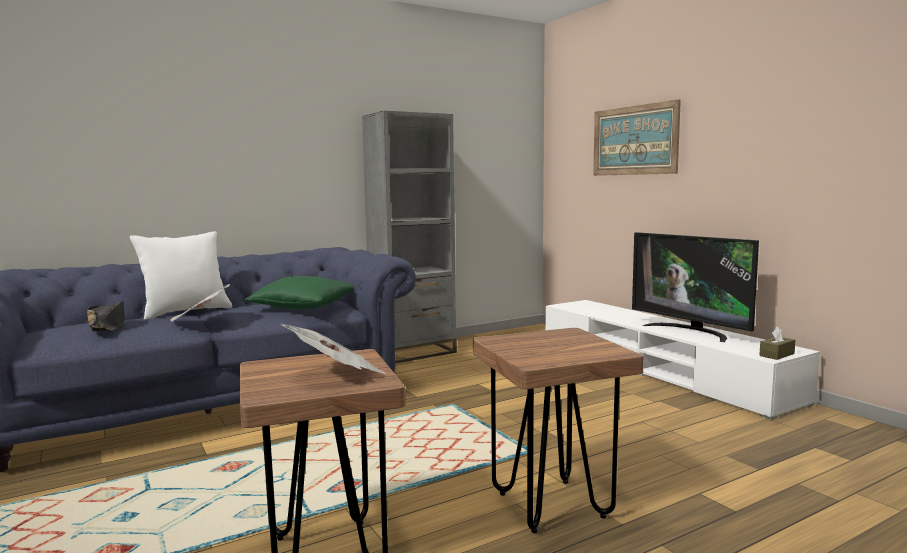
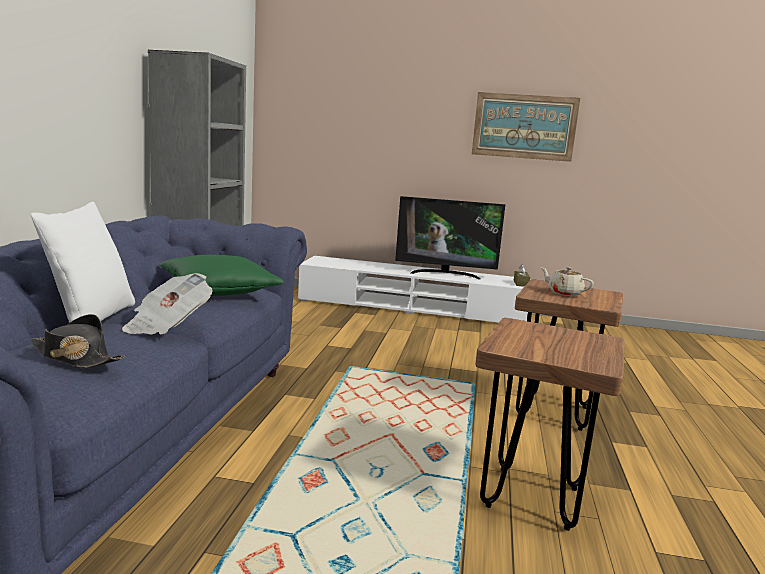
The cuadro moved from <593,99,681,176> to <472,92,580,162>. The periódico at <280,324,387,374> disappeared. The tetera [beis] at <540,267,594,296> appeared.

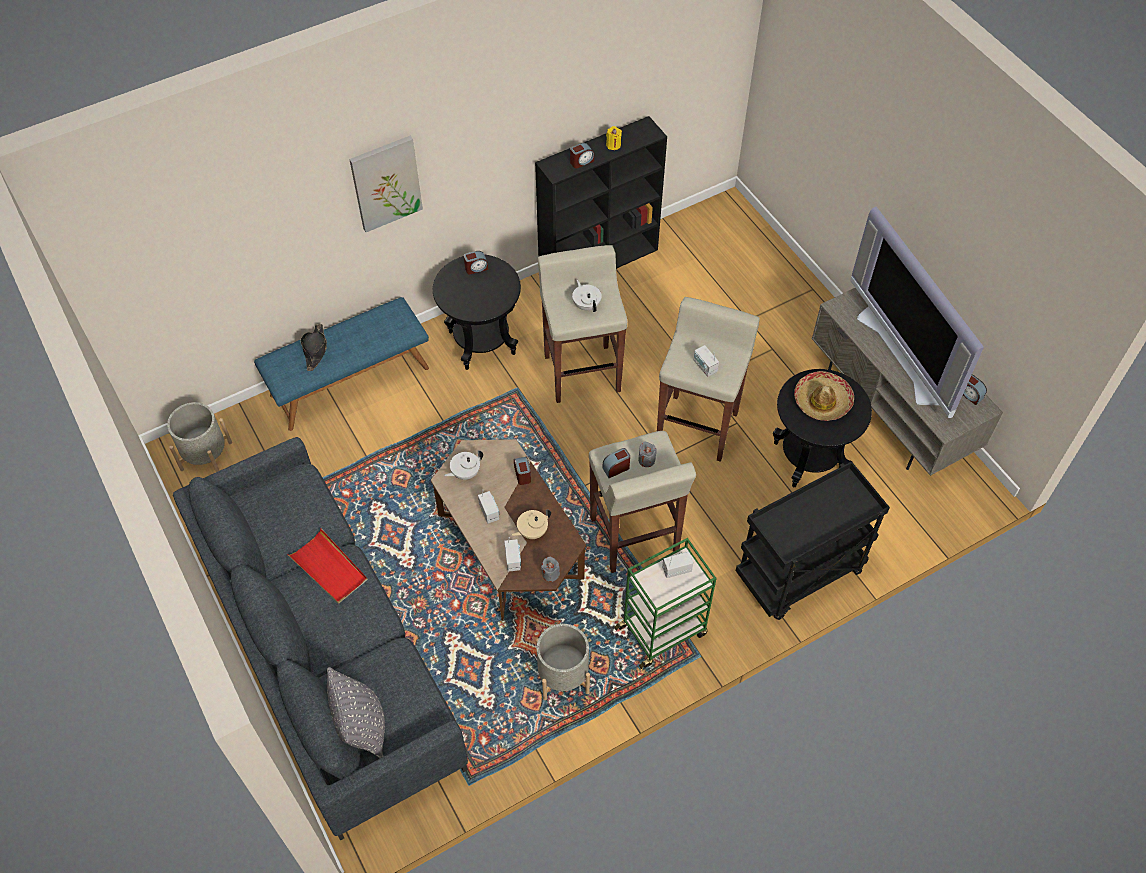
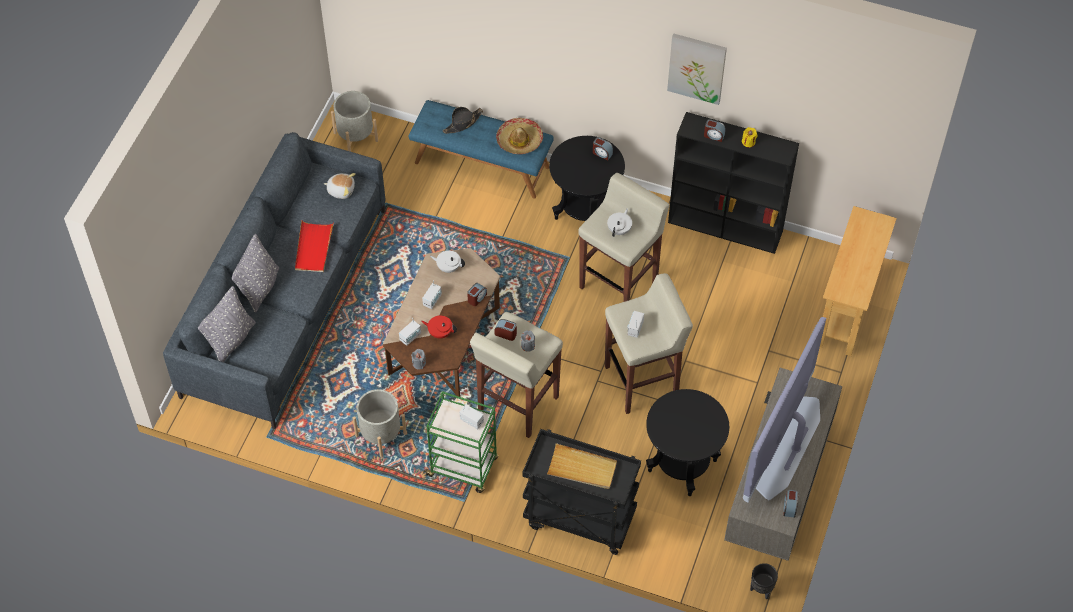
The cuadro moved from <349,136,423,232> to <667,33,727,105>. The sombrero moved from <794,371,854,421> to <496,118,543,154>. The tetera [beis] at <511,509,551,539> became the tetera [rojo] at <421,315,457,339>. The peluche at <324,173,356,199> appeared. The mesa consola [beis] at <820,206,897,356> appeared. The cojín [gris] at <232,234,279,313> appeared. The bandeja [beis] at <547,443,617,489> appeared. The maceta [negro] at <750,563,778,599> appeared.

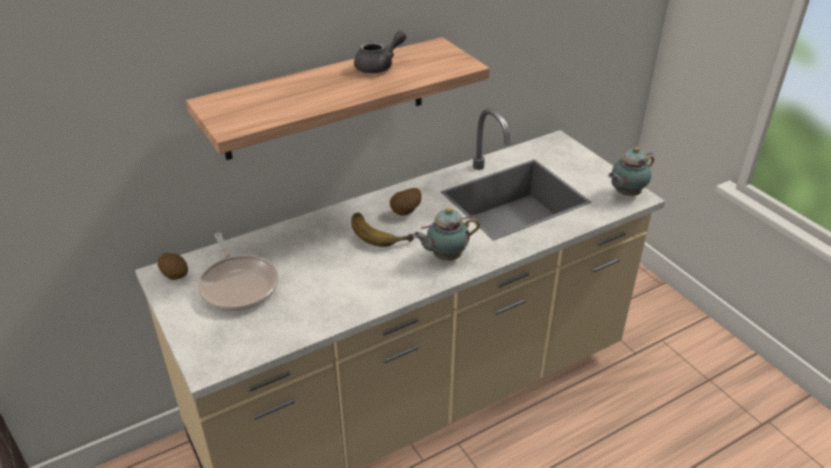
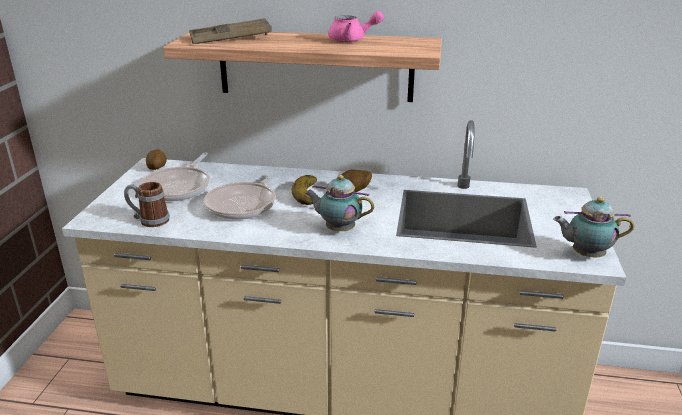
The tetera [gris] at <354,30,406,73> became the tetera [rosa] at <328,11,384,42>. The bandeja [marrón] at <189,18,272,44> appeared. The sartén at <204,169,285,220> appeared. The taza grande at <124,182,170,227> appeared.

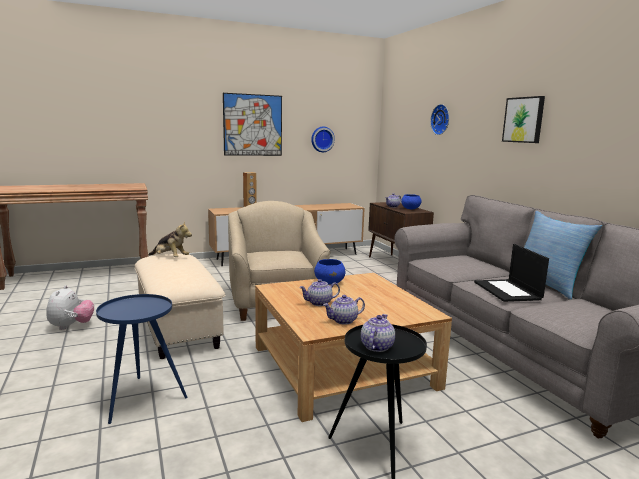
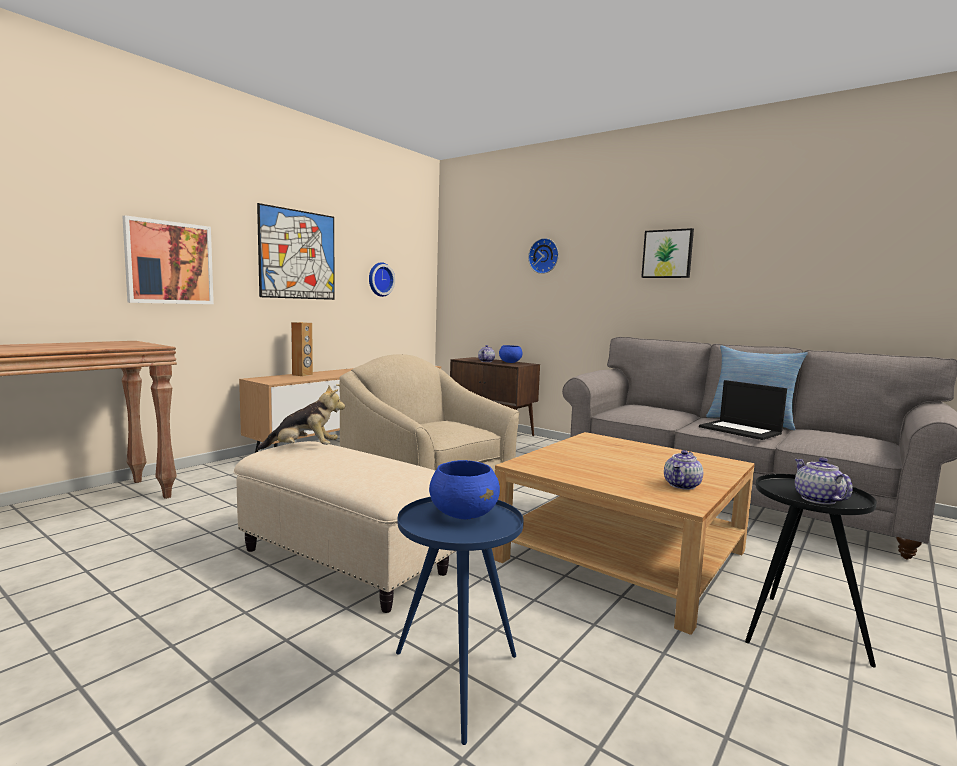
The cuenco [azul] moved from <314,259,345,285> to <429,460,500,519>. The tetera at <299,279,340,306> disappeared. The peluche at <47,285,94,330> disappeared. The cuadro at <122,215,214,304> appeared.

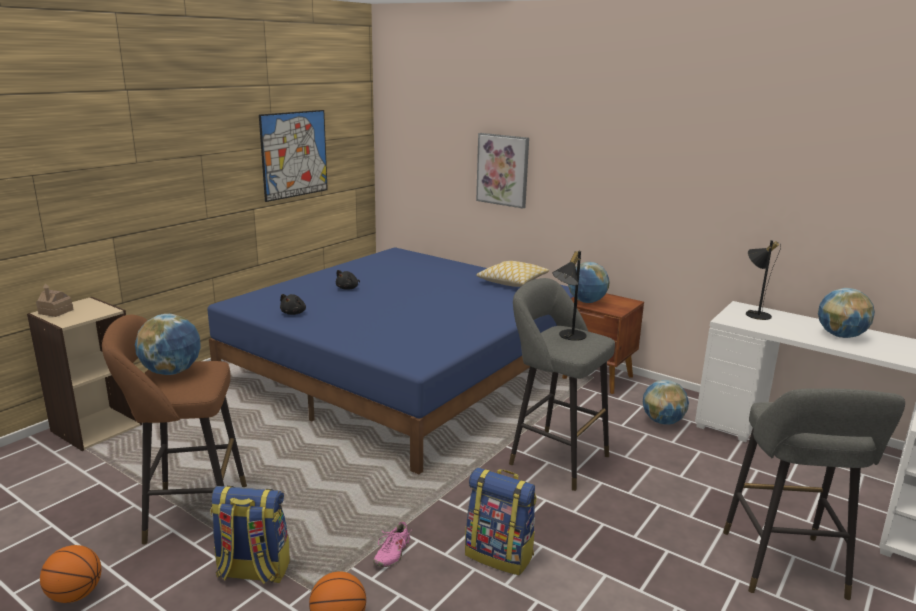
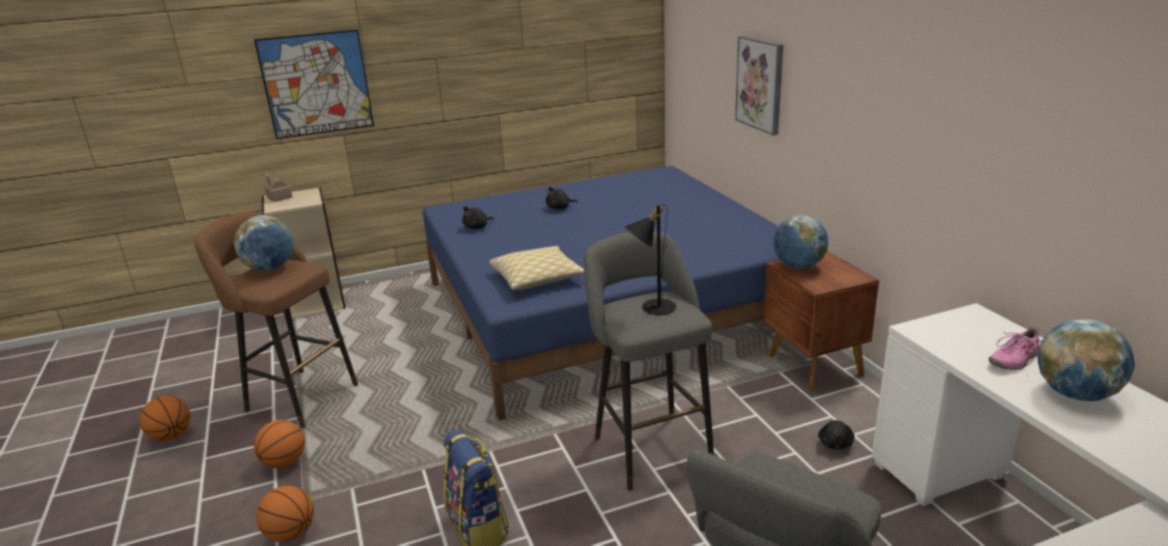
The cuadro moved from <259,110,328,202> to <254,30,374,139>. The lámpara de mesa [negro] at <746,240,781,320> disappeared. The cojín moved from <476,261,549,287> to <489,246,584,290>. The globo terráqueo at <643,380,689,424> was replaced by the peluche [negro] at <818,420,854,449>. The mochila at <210,486,290,584> was replaced by the balón de baloncesto at <254,420,305,468>. The zapato [rosa] moved from <373,521,413,567> to <988,327,1042,370>.

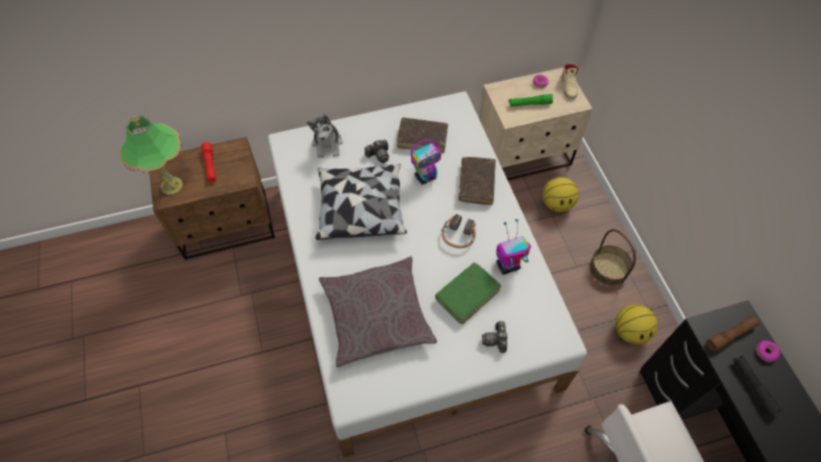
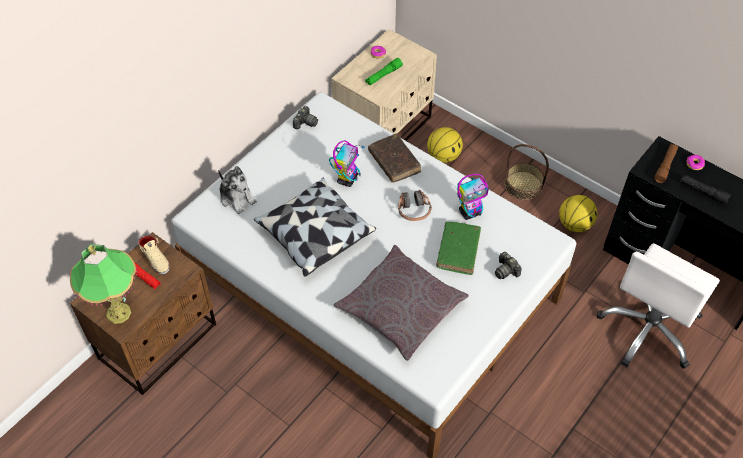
The zapato [beis] moved from <562,64,580,99> to <138,235,170,275>. The libro [marrón] at <397,117,448,153> disappeared. The cámara moved from <365,140,389,163> to <293,106,318,129>. The robot de juguete at <496,219,531,275> turned 150 degrees counterclockwise.

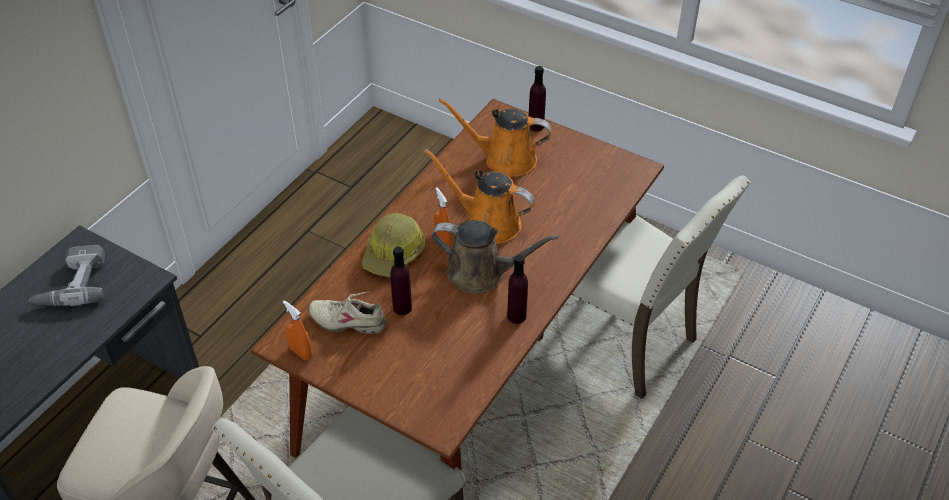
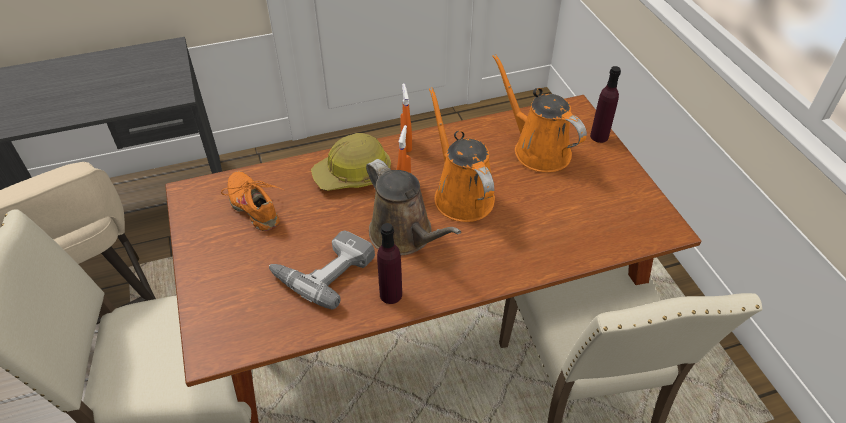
The taladro moved from <29,245,105,306> to <269,230,375,309>. The botella [morado] at <390,246,412,315> disappeared. The zapato [beis] at <308,292,386,334> became the zapato [naranja] at <221,171,284,231>. The pulverizador [naranja] moved from <283,300,312,360> to <400,83,412,152>.

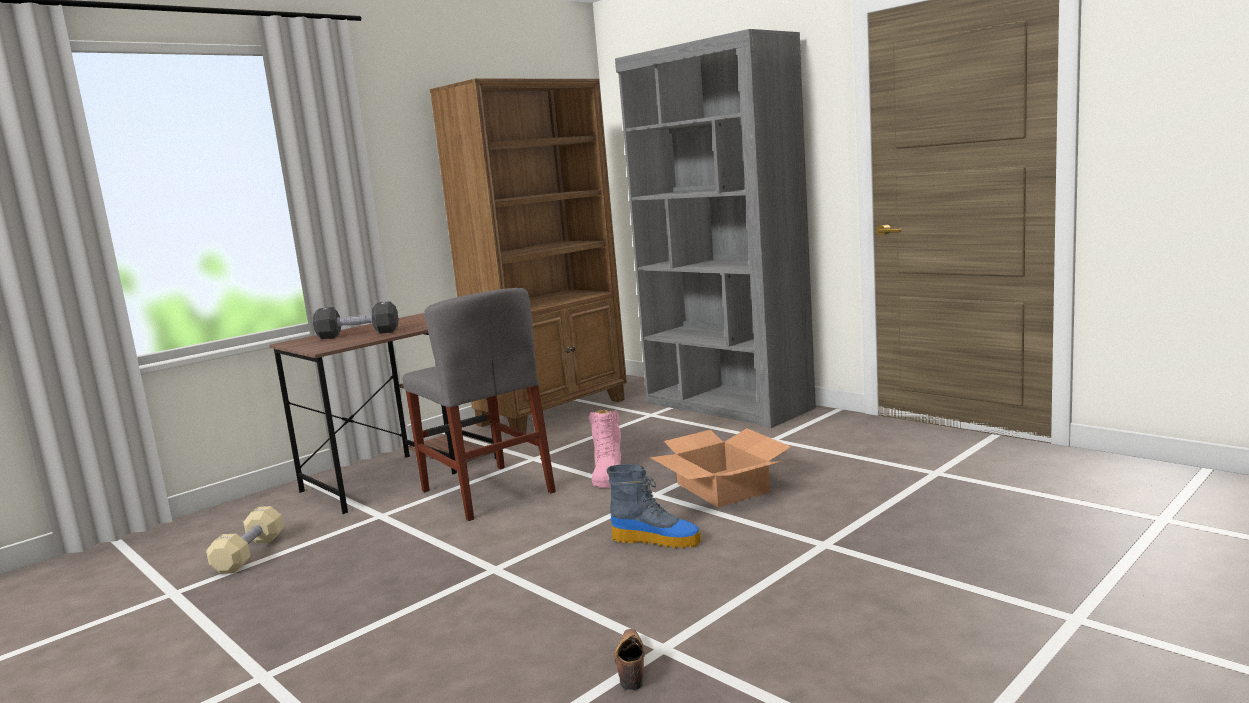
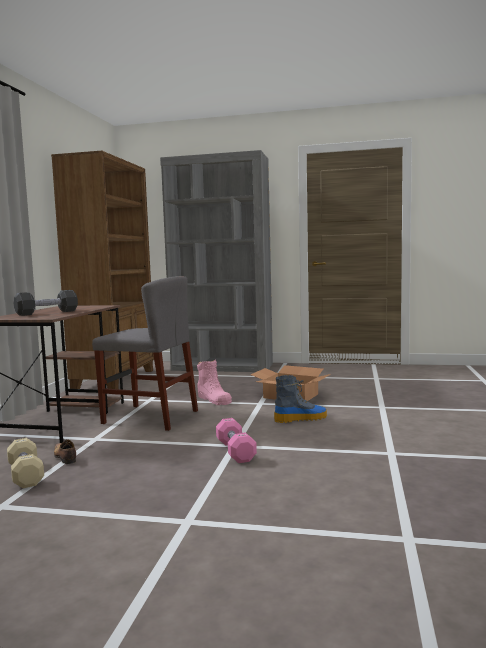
The zapato moved from <614,629,645,690> to <54,440,76,464>. The mancuerna [rosa] at <216,418,257,463> appeared.

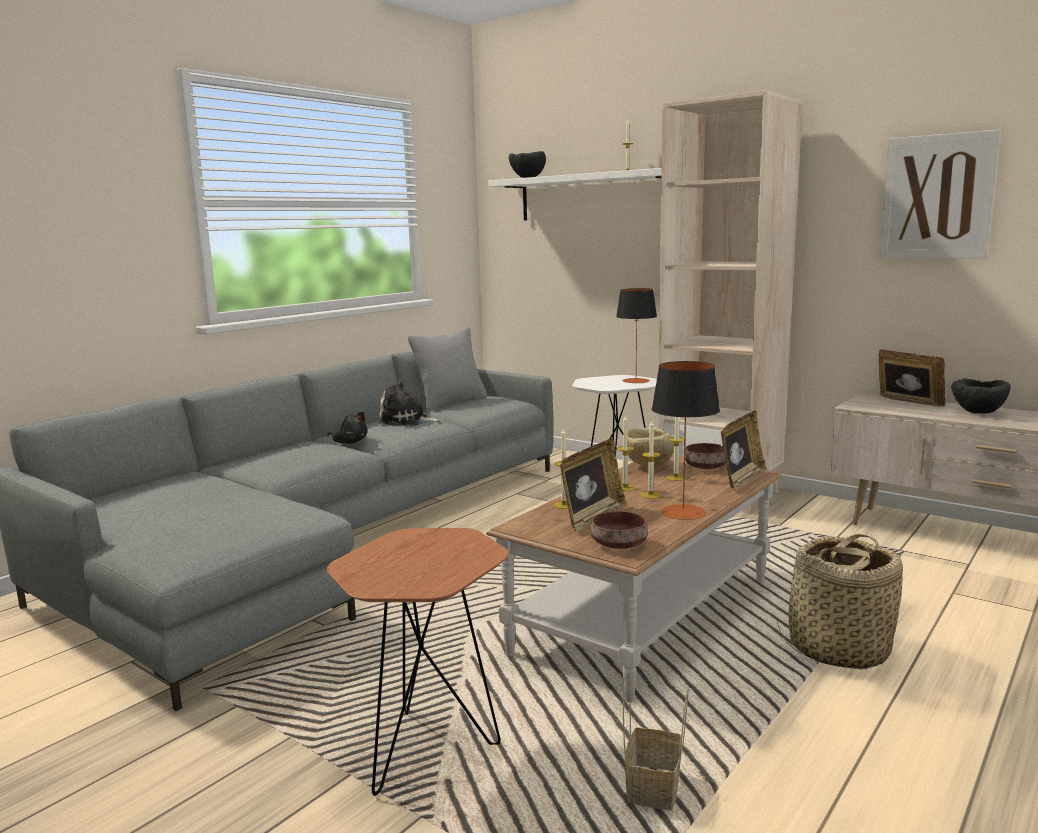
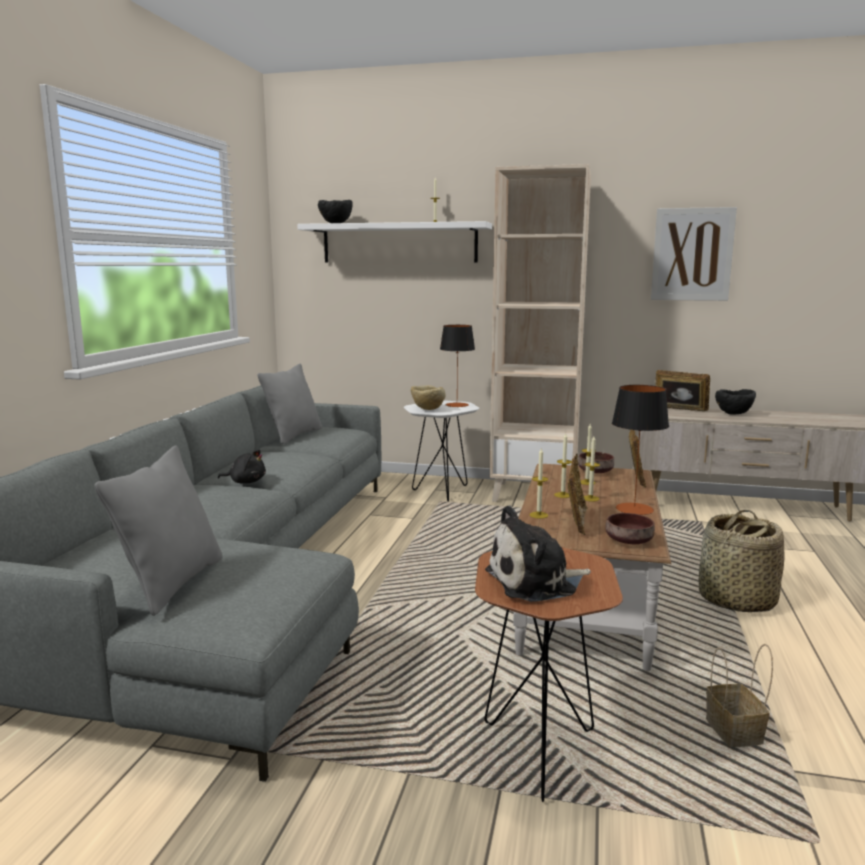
The peluche moved from <379,380,442,426> to <485,505,591,602>. The cuenco [beis] moved from <627,427,674,467> to <411,385,446,410>. The cojín [gris] at <94,445,223,616> appeared.

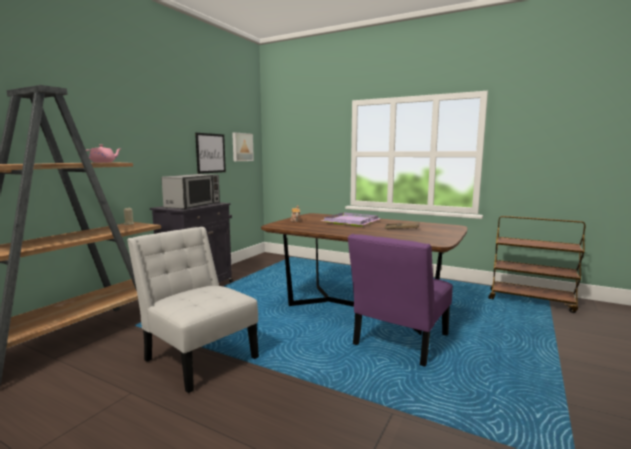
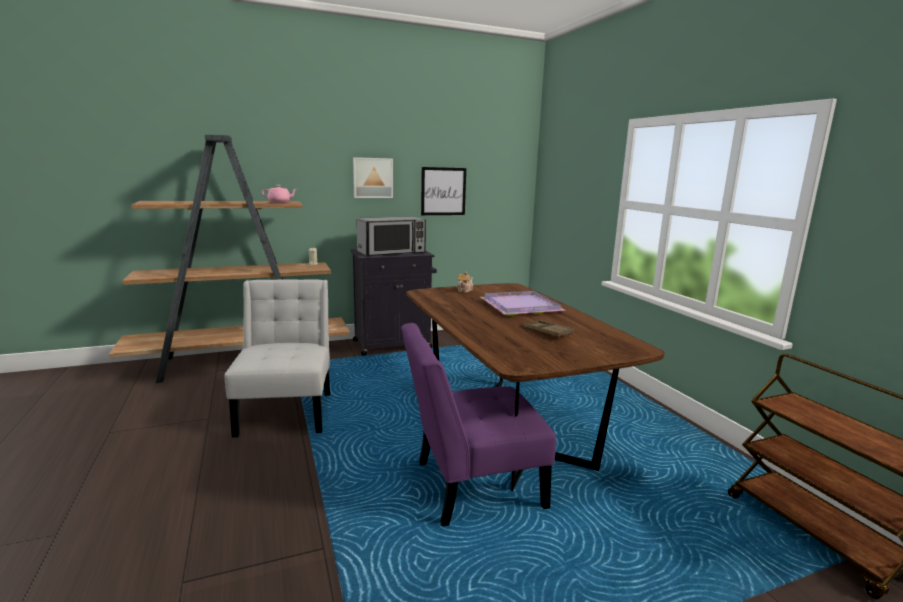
The cuadro moved from <232,133,254,161> to <353,157,393,198>.

